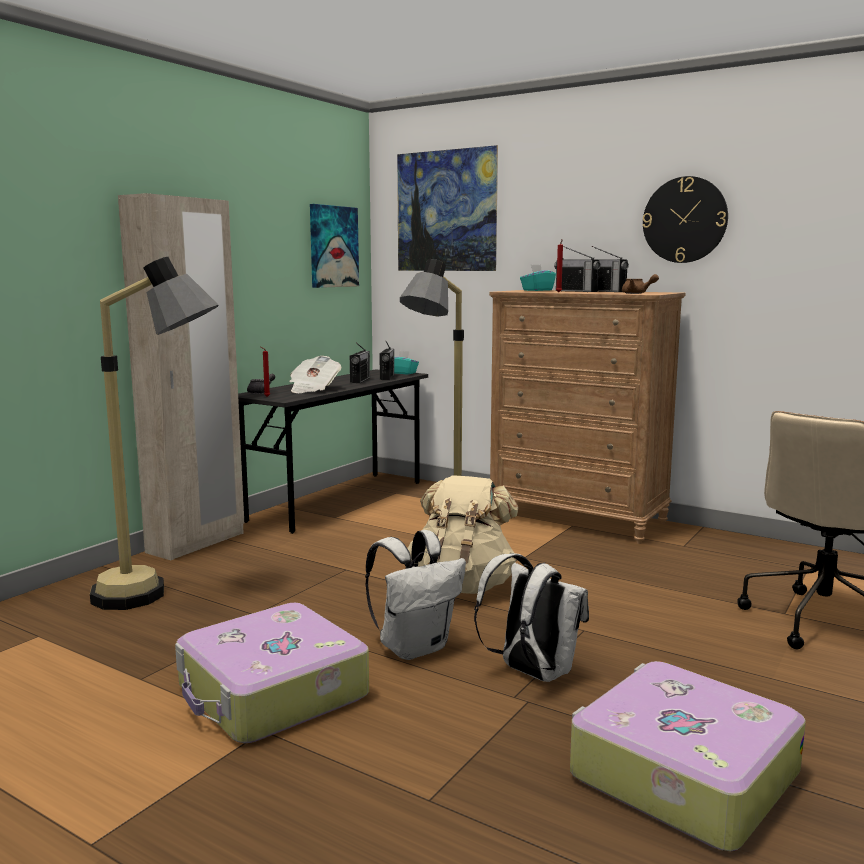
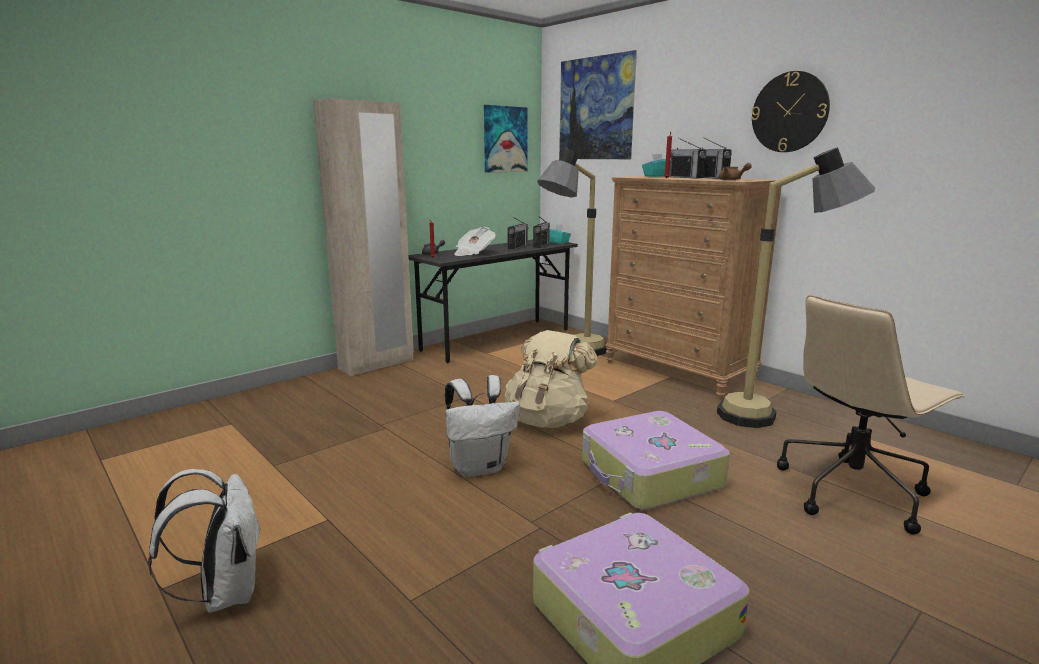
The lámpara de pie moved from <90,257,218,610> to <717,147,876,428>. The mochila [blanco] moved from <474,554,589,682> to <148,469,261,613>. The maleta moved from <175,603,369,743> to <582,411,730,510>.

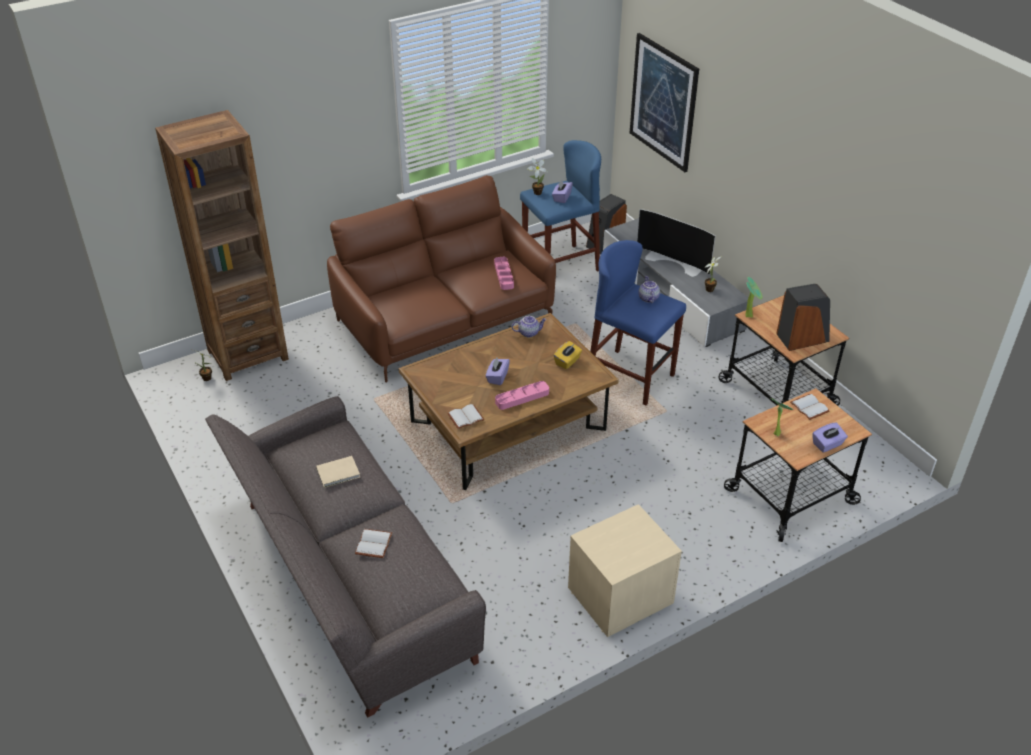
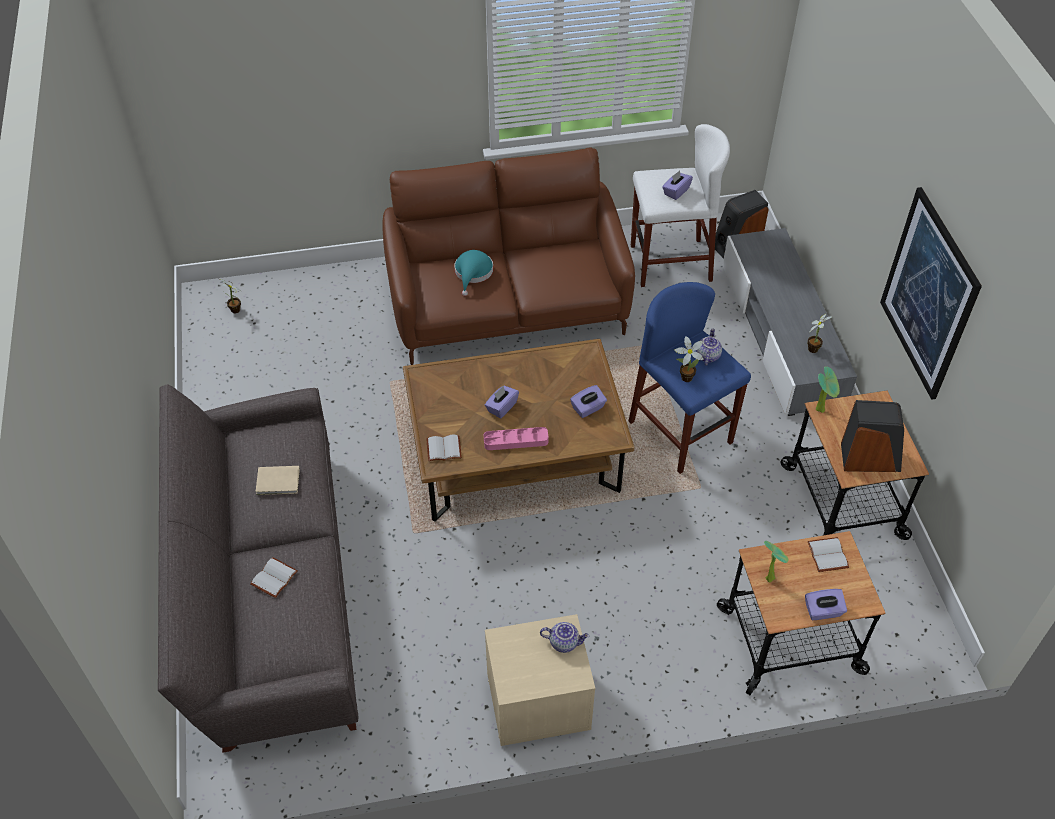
The cuadro moved from <630,33,699,172> to <880,187,982,400>. The estantería [marrón] at <155,110,289,381> disappeared. The taburete [azul] at <520,140,601,272> became the taburete [blanco] at <631,124,730,287>. The planta en maceta moved from <527,158,548,195> to <674,336,704,382>. The televisor at <637,209,715,277> disappeared. The bandeja [rosa] at <494,257,514,290> disappeared. The tetera moved from <512,316,547,337> to <540,622,590,653>. The caja de pañuelos [amarillo] at <554,341,582,369> became the caja de pañuelos [morado] at <570,385,607,418>. The sombrero [turquesa] at <454,250,493,296> appeared.

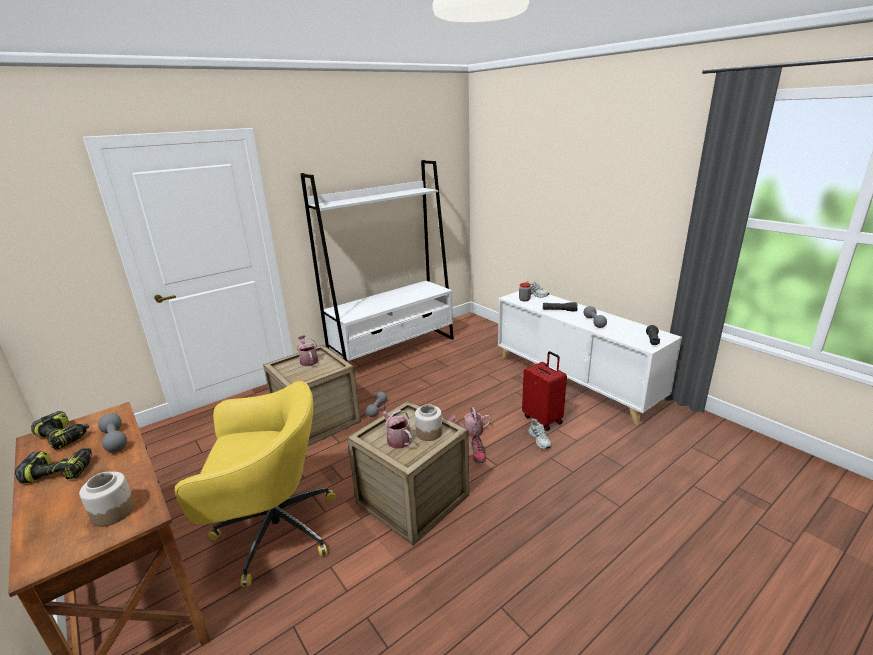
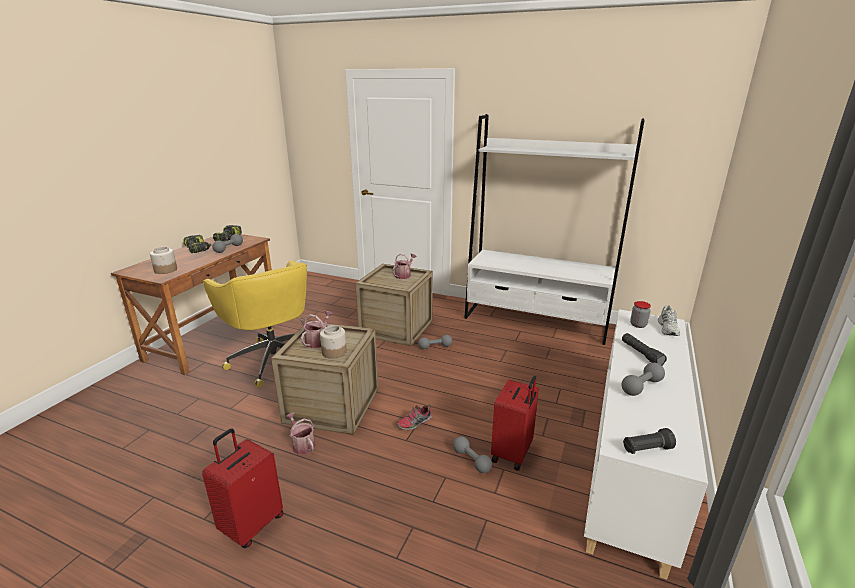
The regadera moved from <449,407,491,437> to <286,412,316,455>. The zapato [blanco] at <528,419,552,449> was replaced by the mancuerna [gris] at <453,436,492,473>. The maleta [rojo] at <202,428,283,548> appeared.

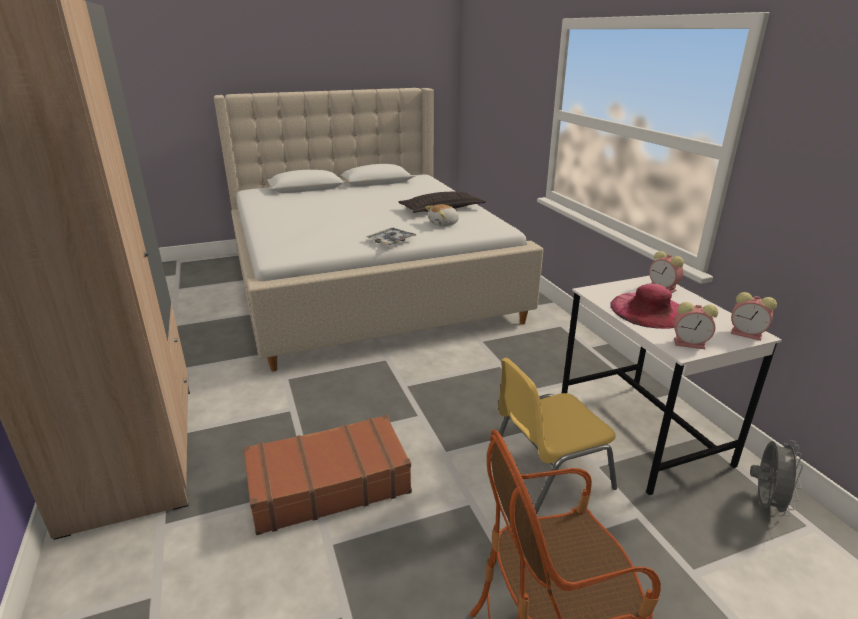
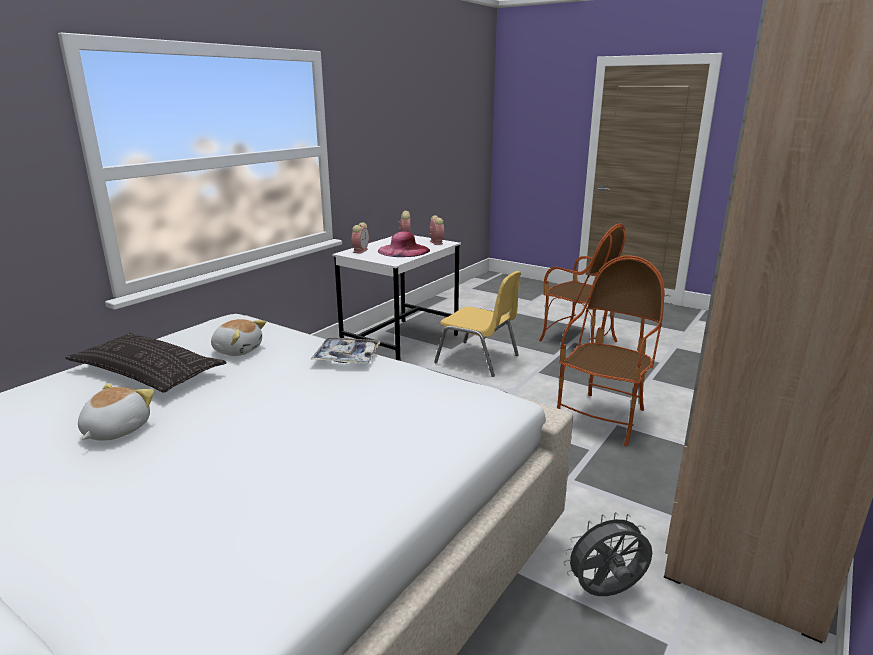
The maleta [marrón] at <243,415,412,535> was replaced by the sillón at <557,255,665,447>. The ventilador [gris] moved from <750,440,803,516> to <563,512,652,596>. The peluche at <78,383,154,441> appeared.

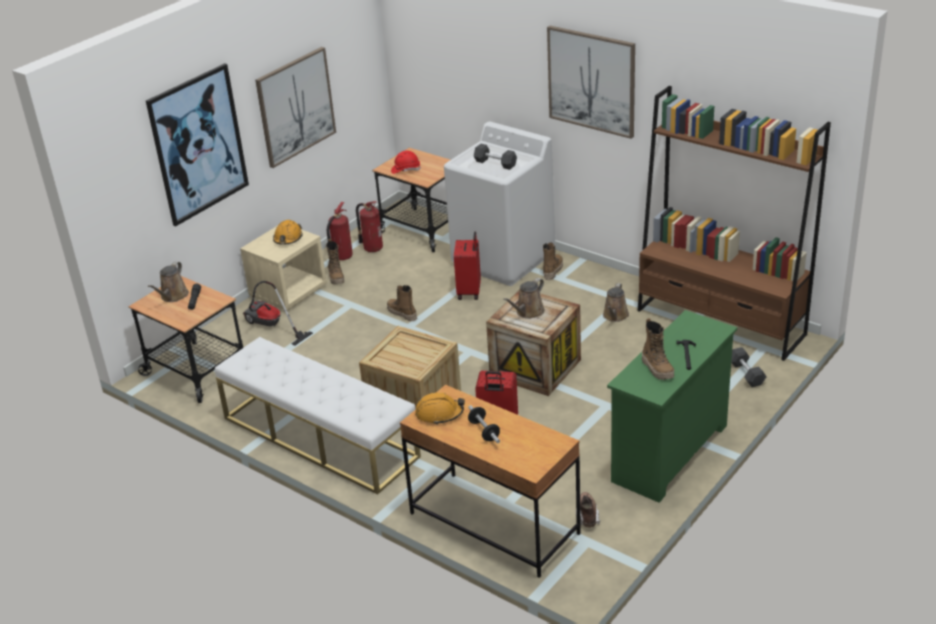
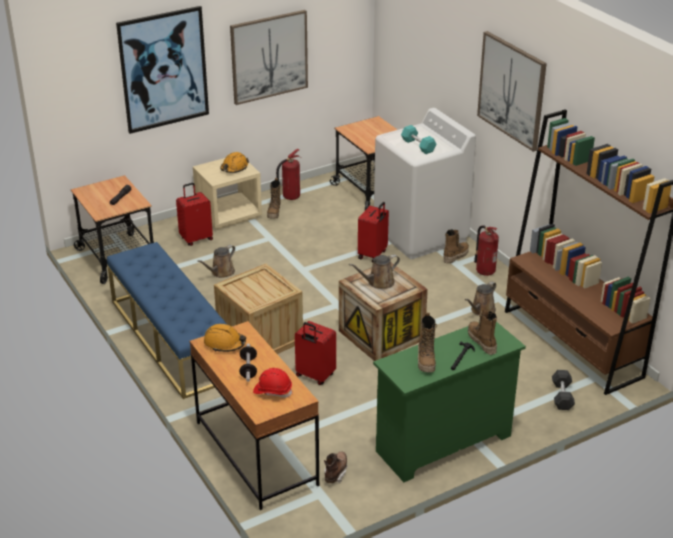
The mancuerna [gris] at <474,144,517,170> became the mancuerna [turquesa] at <401,125,436,154>. The casco [rojo] moved from <391,151,421,174> to <253,368,293,398>. The extintor moved from <356,201,383,252> to <474,225,499,276>. The regadera [marrón] moved from <148,262,189,302> to <197,245,235,278>. The aspiradora at <243,281,313,346> was replaced by the maleta [rojo] at <176,183,213,246>. The bota moved from <387,285,417,321> to <468,310,497,355>. The banco [blanco] at <215,337,421,495> became the banco [azul] at <107,242,227,399>.

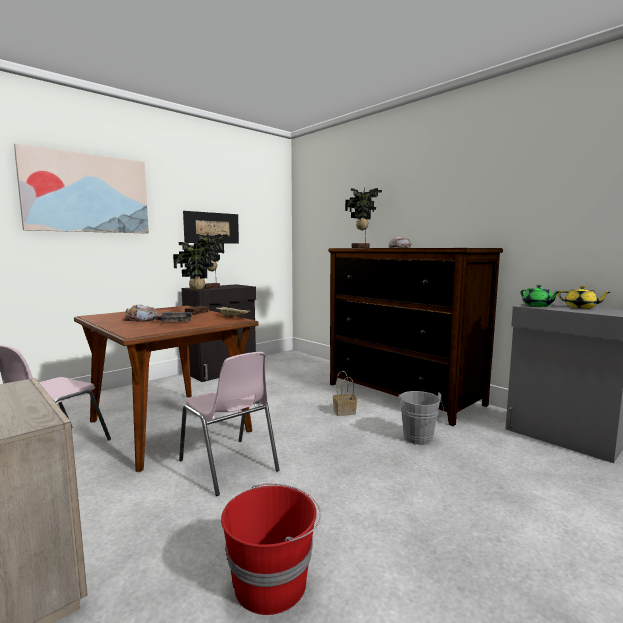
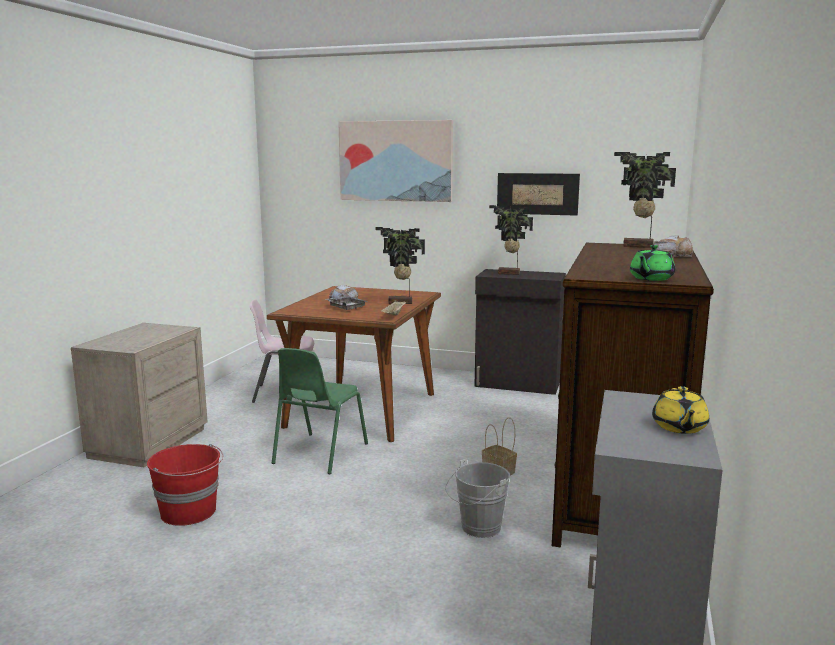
The tetera [verde] moved from <520,285,561,307> to <630,245,675,281>. The silla [rosa] at <179,352,280,496> became the silla [verde] at <272,348,368,474>.

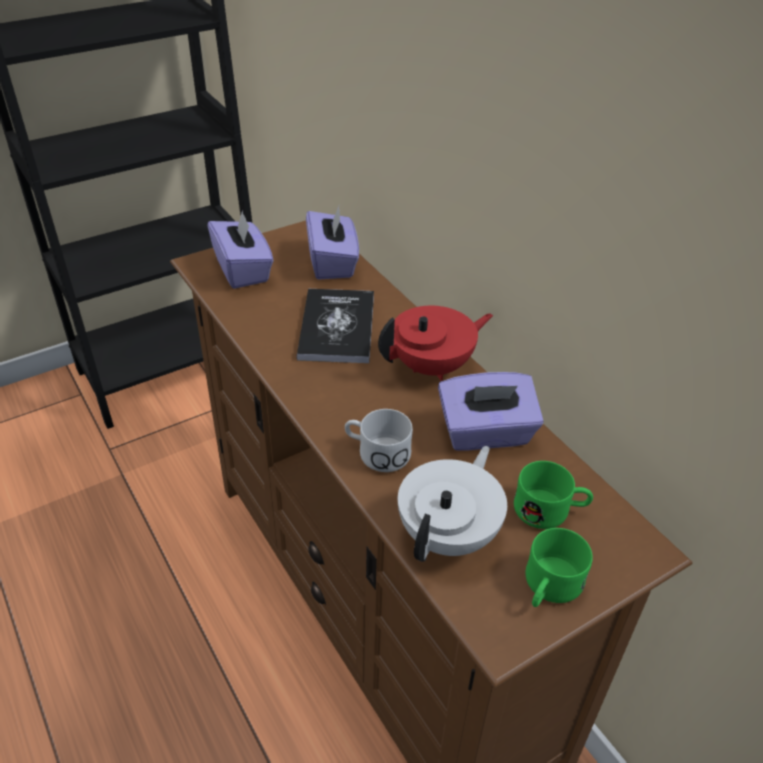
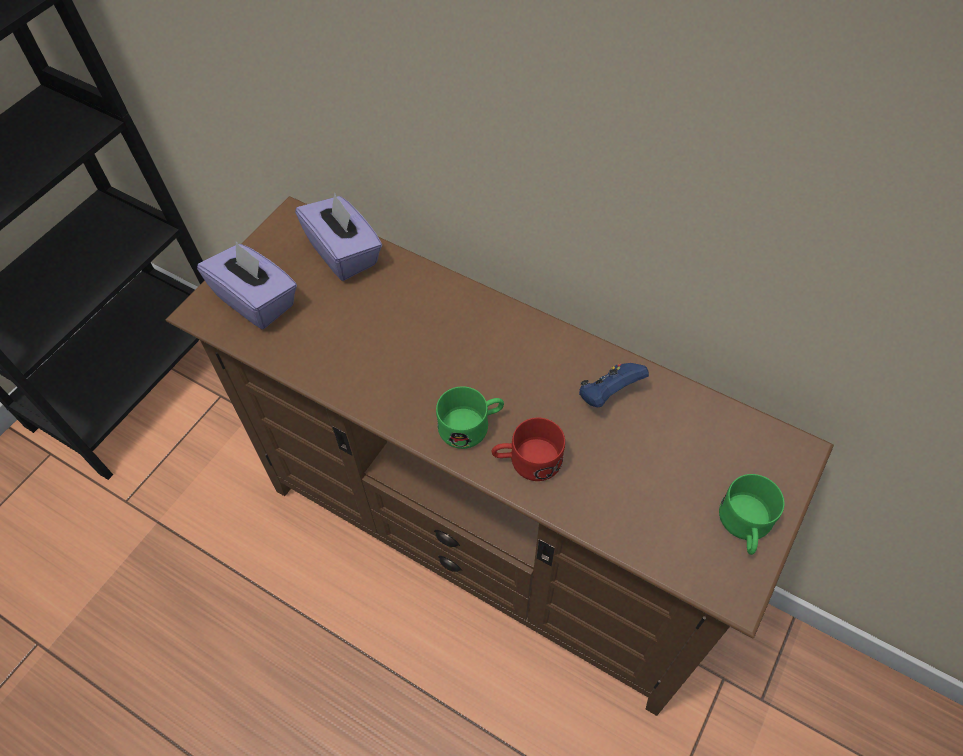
The libro at <296,289,374,363> disappeared. The tetera [rojo] at <378,306,493,381> disappeared. The caja de pañuelos [morado] at <438,372,543,451> was replaced by the mando de consola [azul] at <579,363,649,407>. The taza grande [blanco] at <345,409,413,472> became the taza grande [rojo] at <491,418,565,481>. The tetera [blanco] at <398,446,507,562> disappeared. The taza grande [verde] moved from <514,461,593,529> to <436,386,504,449>.

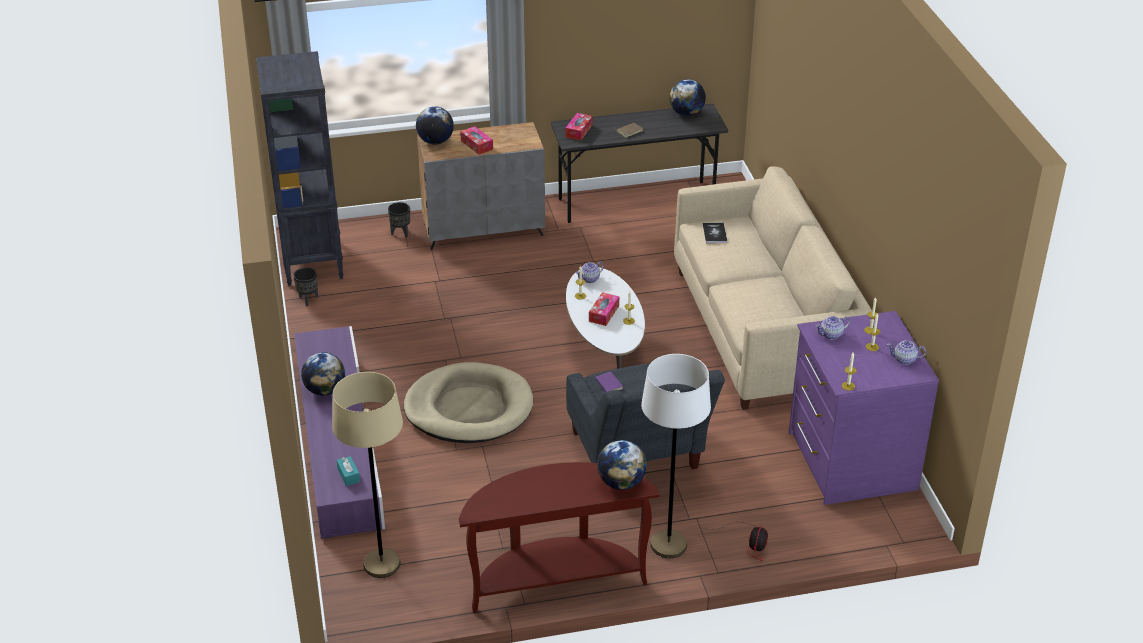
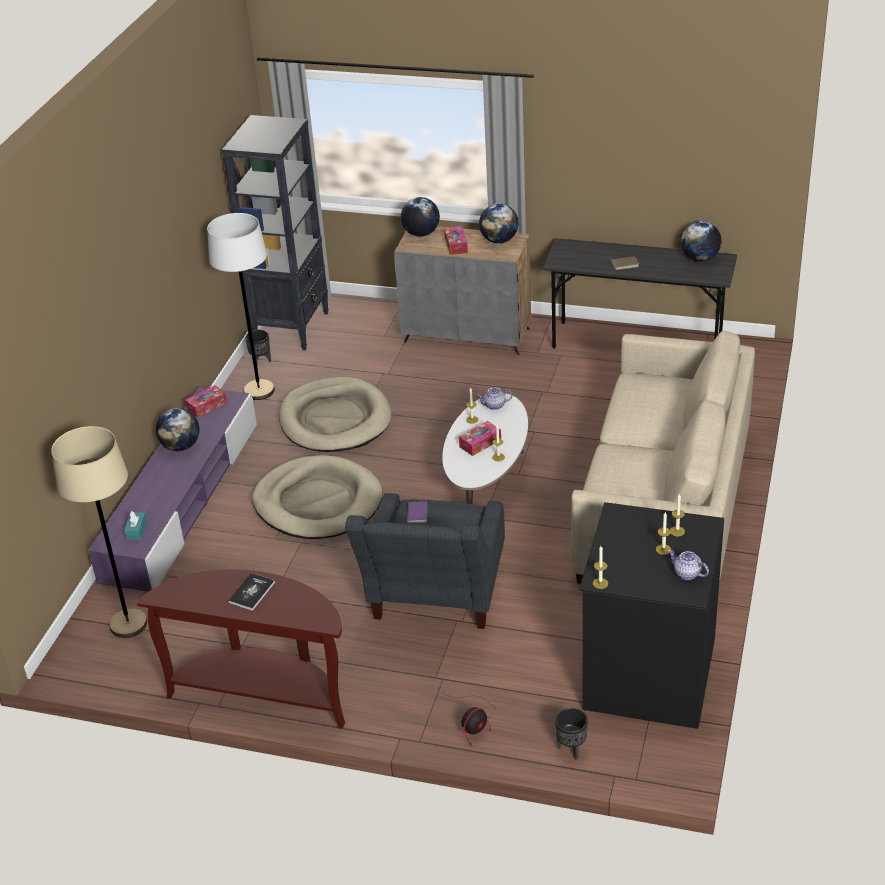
The caja de pañuelos moved from <565,113,593,140> to <185,385,227,418>. The maceta [negro] moved from <388,202,410,238> to <555,708,588,760>. The libro moved from <703,222,727,243> to <228,573,275,611>. The cómoda [morado] at <789,311,939,505> became the cómoda [negro] at <579,502,724,729>. The tetera at <816,316,850,340> disappeared. The lámpara de pie [blanco] moved from <641,354,711,558> to <207,213,275,400>. The globo terráqueo moved from <597,440,647,490> to <479,203,519,243>. The cama para perro [beis] at <279,377,392,452> appeared.

